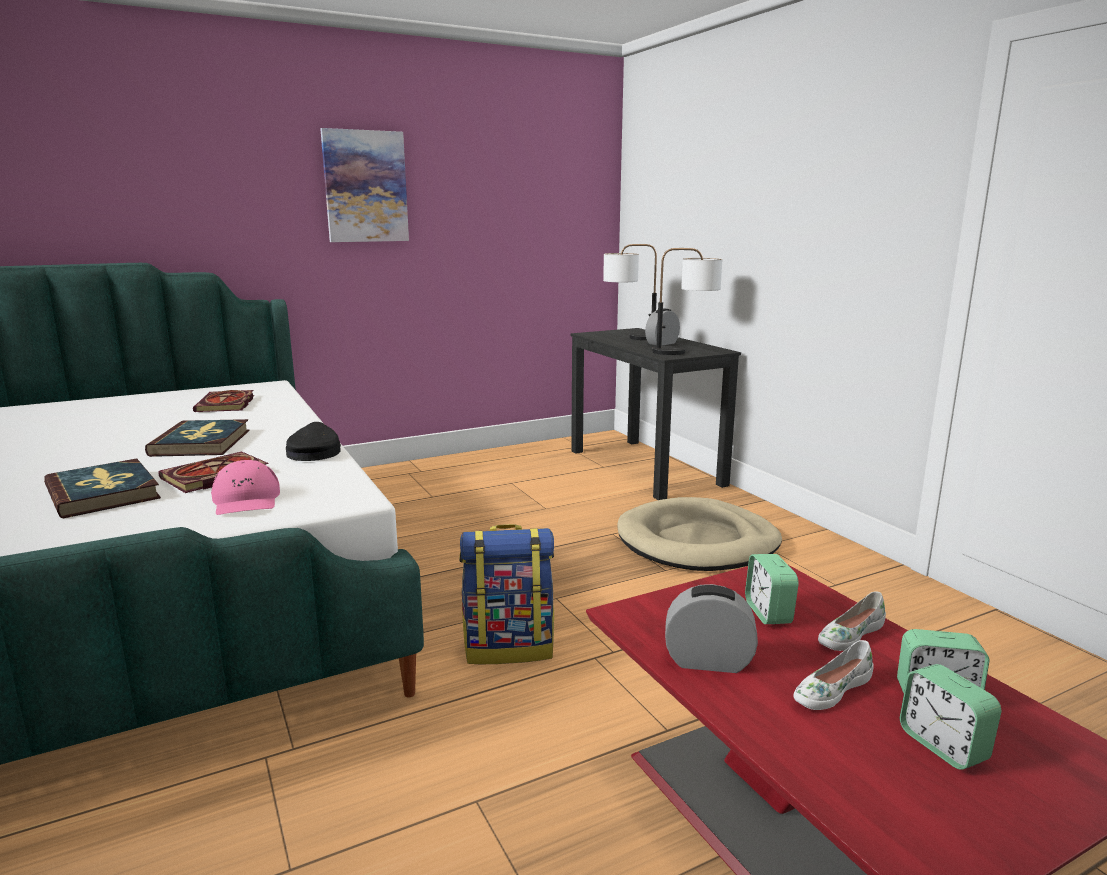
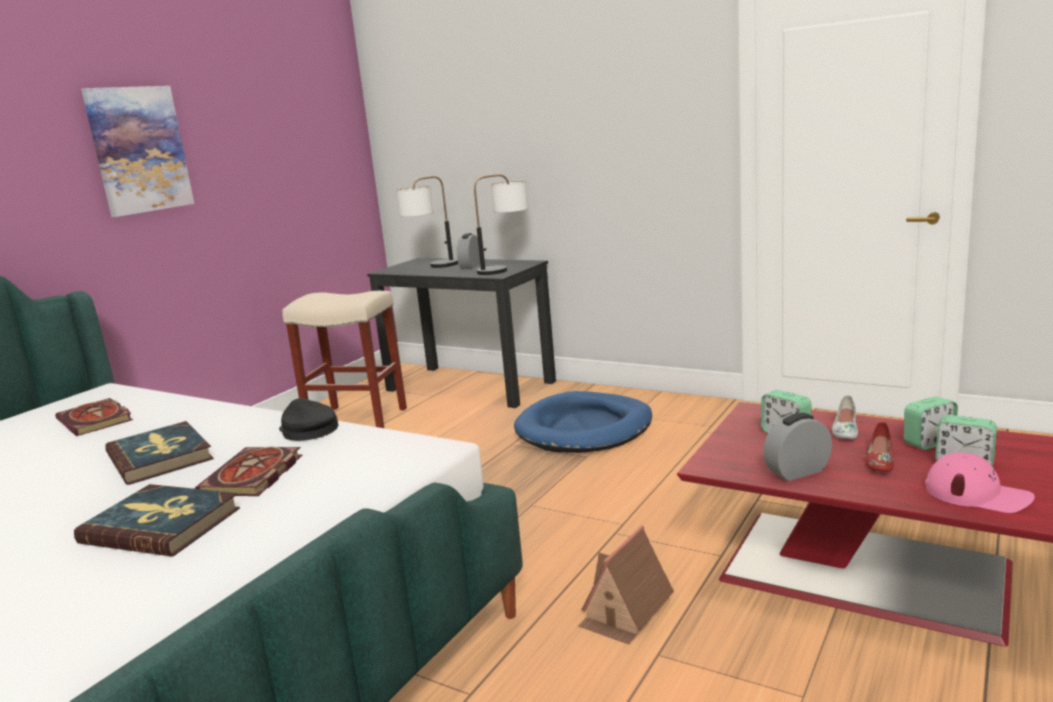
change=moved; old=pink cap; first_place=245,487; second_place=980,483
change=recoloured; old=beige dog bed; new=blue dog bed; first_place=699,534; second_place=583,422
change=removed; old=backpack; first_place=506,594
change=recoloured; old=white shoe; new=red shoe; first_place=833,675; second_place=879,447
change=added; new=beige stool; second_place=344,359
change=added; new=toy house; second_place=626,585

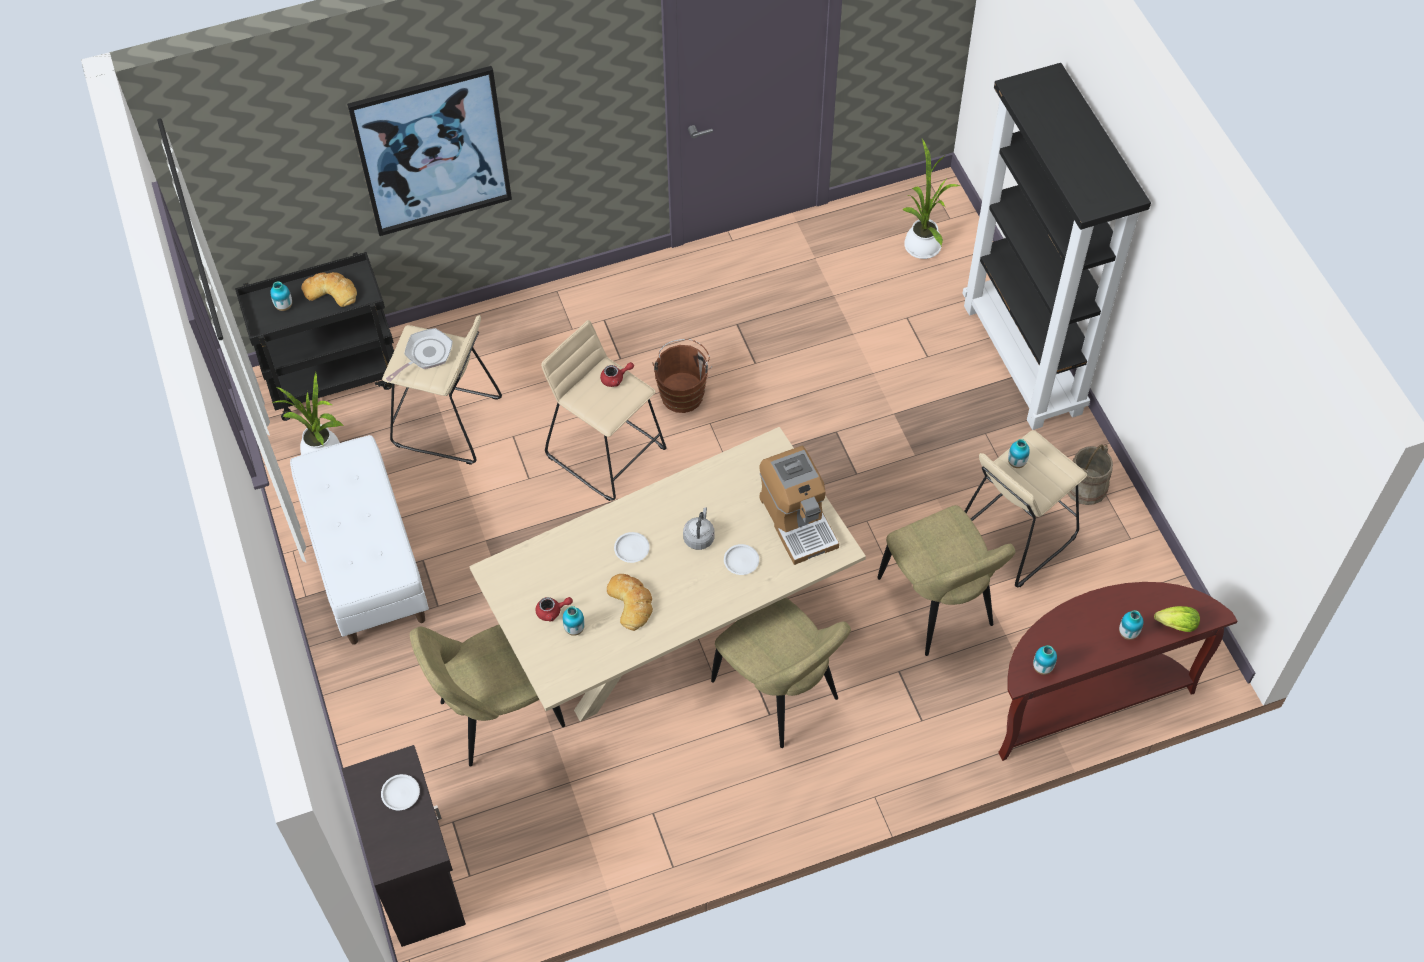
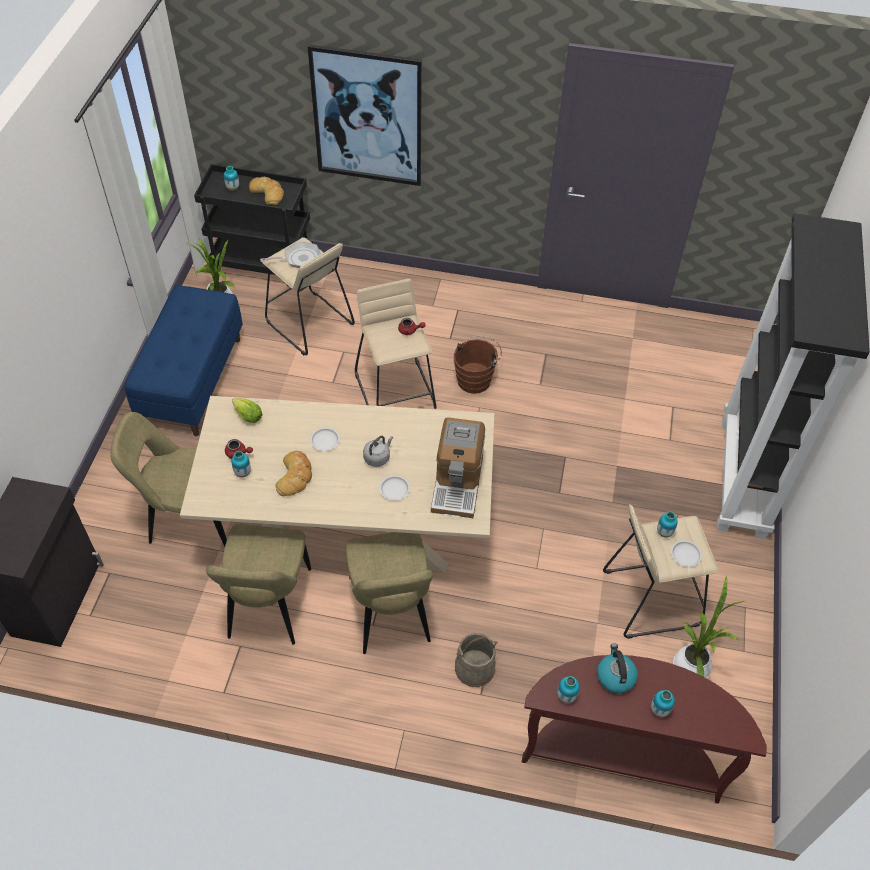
change=moved; old=potted plant; first_place=931,199; second_place=708,626
change=recoloured; old=white bench; new=blue bench; first_place=359,540; second_place=183,360
change=moved; old=beige bucket; first_place=1090,474; second_place=476,660
change=moved; old=beige chair; first_place=946,580; second_place=258,584
change=moved; old=lettuce; first_place=1177,619; second_place=247,410
change=moved; old=white plate; first_place=400,792; second_place=686,553
change=added; new=kettle; second_place=617,668

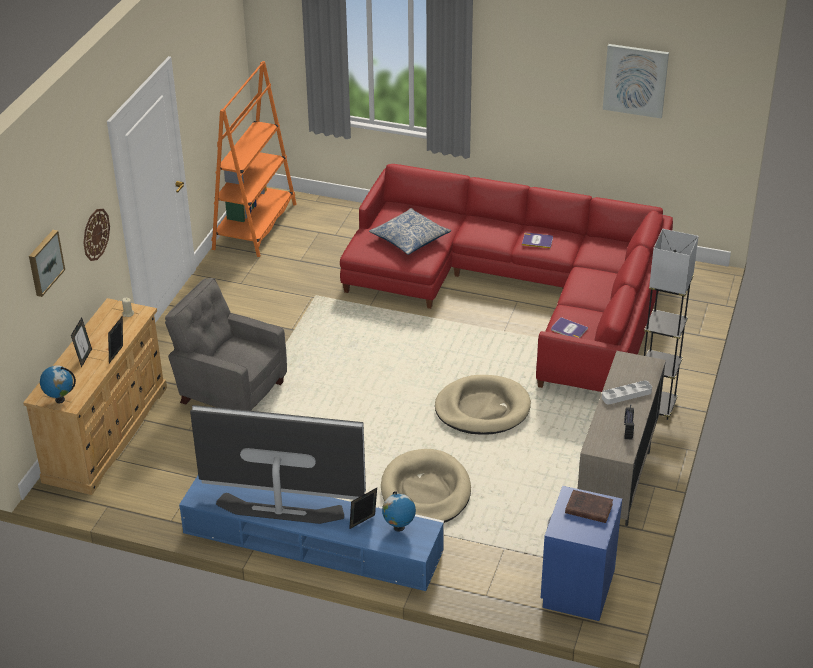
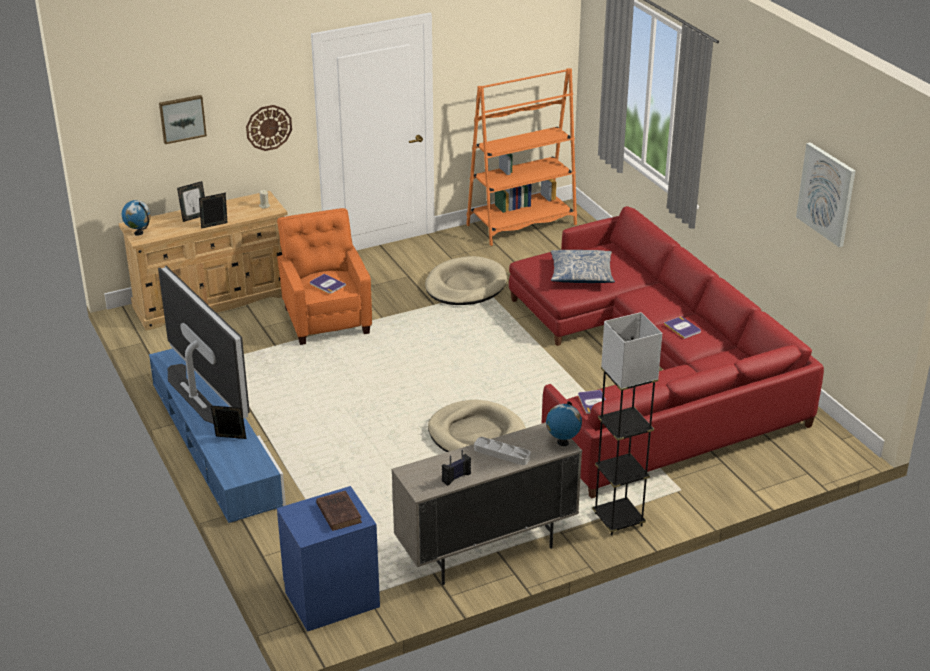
change=recoloured; old=grey armchair; new=orange armchair; first_place=226,344; second_place=324,276
change=moved; old=beige dog bed; first_place=426,486; second_place=466,280
change=moved; old=globe; first_place=399,511; second_place=564,423
change=added; new=book; second_place=328,284

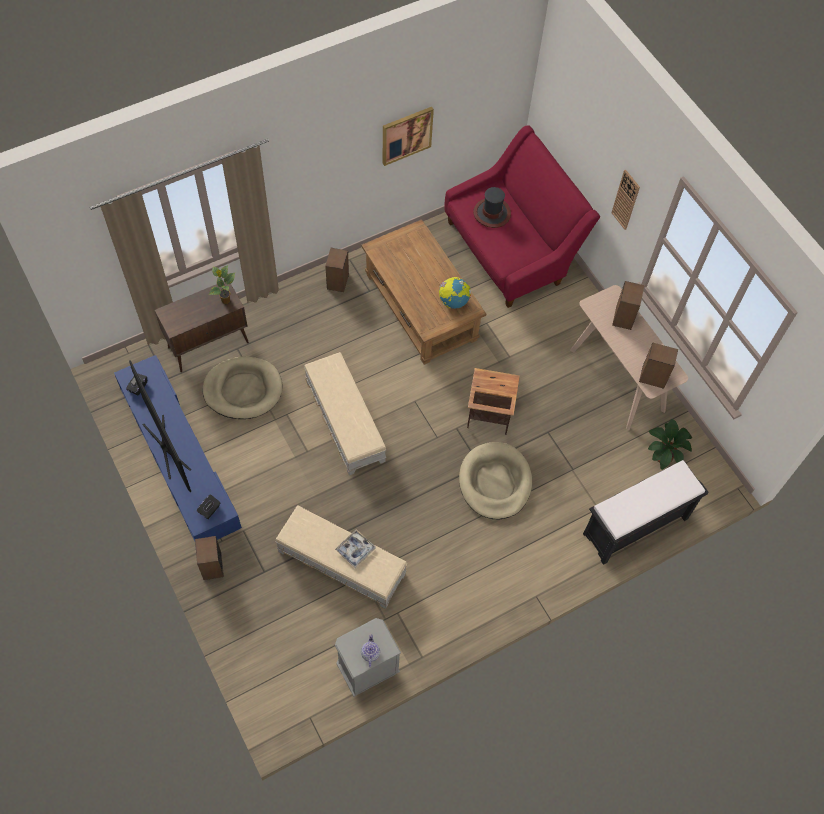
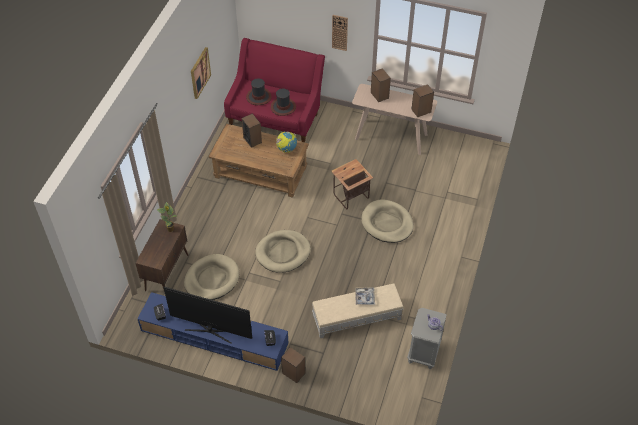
change=moved; old=speaker; first_place=337,270; second_place=252,130
change=replaced; old=beige ottoman; new=beige dog bed; first_place=345,414; second_place=283,251
change=removed; old=potted plant; first_place=670,444
change=removed; old=black bench; first_place=646,512
change=added; new=hat; second_place=283,102

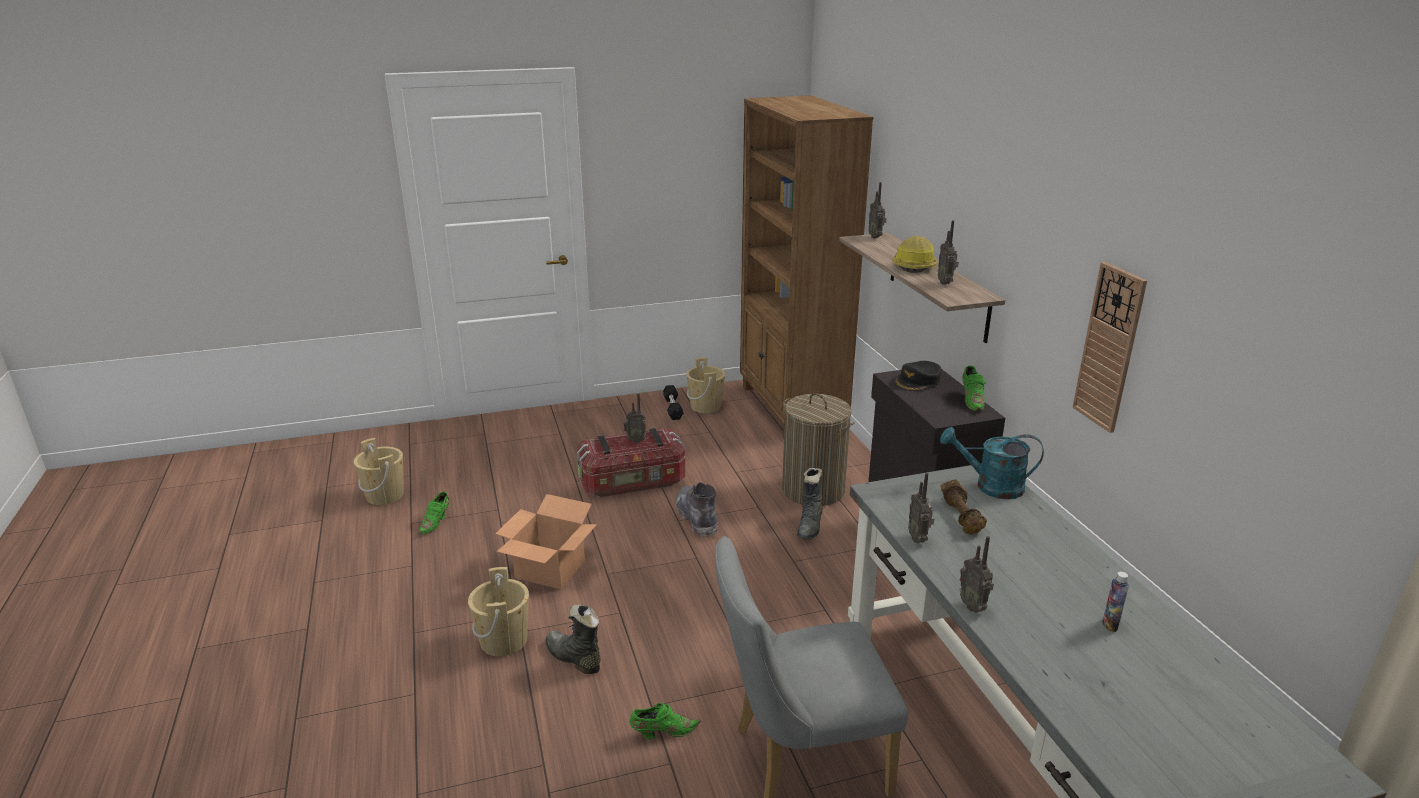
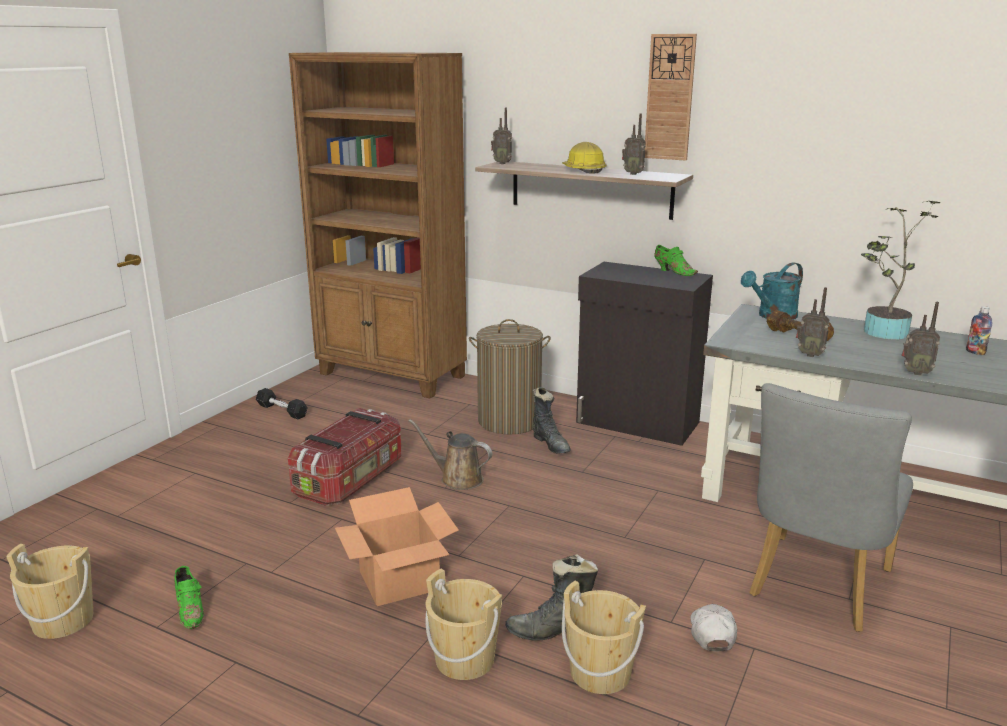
change=moved; old=wall clock; first_place=1109,347; second_place=671,97
change=moved; old=beige bucket; first_place=705,385; second_place=604,637
change=removed; old=black cap; first_place=917,376
change=removed; old=radio; first_place=634,418
change=replaced; old=grey boot; new=brown watering can; first_place=697,509; second_place=450,454
change=replaced; old=green shoe; new=white cap; first_place=665,721; second_place=713,627
change=added; new=potted plant; second_place=901,270

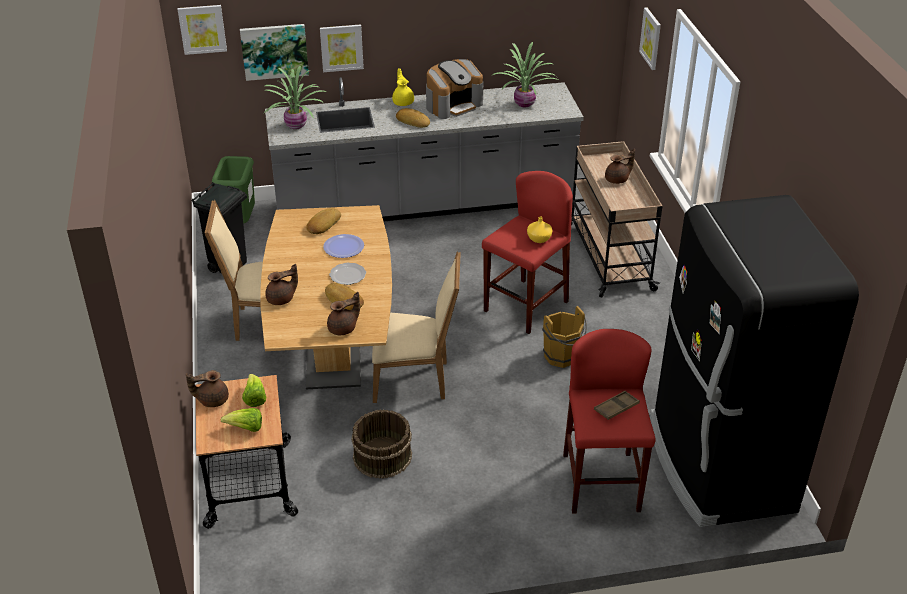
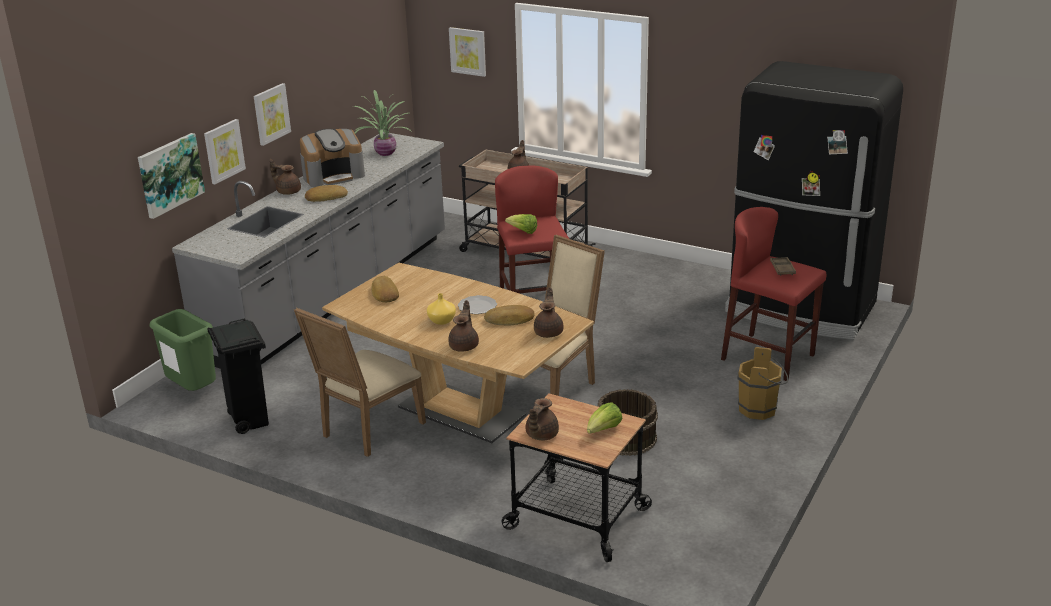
change=moved; old=picture; first_place=202,30; second_place=272,114
change=turned; old=coffee machine; first_place=454,89; second_place=332,158; degrees=60
change=removed; old=potted plant; first_place=295,97
change=recoloured; old=yellow teapot; new=brown teapot; first_place=403,87; second_place=285,177
change=moved; old=yellow vase; first_place=539,229; second_place=441,309
change=removed; old=plate; first_place=343,246
change=moved; old=brown bucket; first_place=564,337; second_place=762,383
change=moved; old=lettuce; first_place=254,390; second_place=521,224

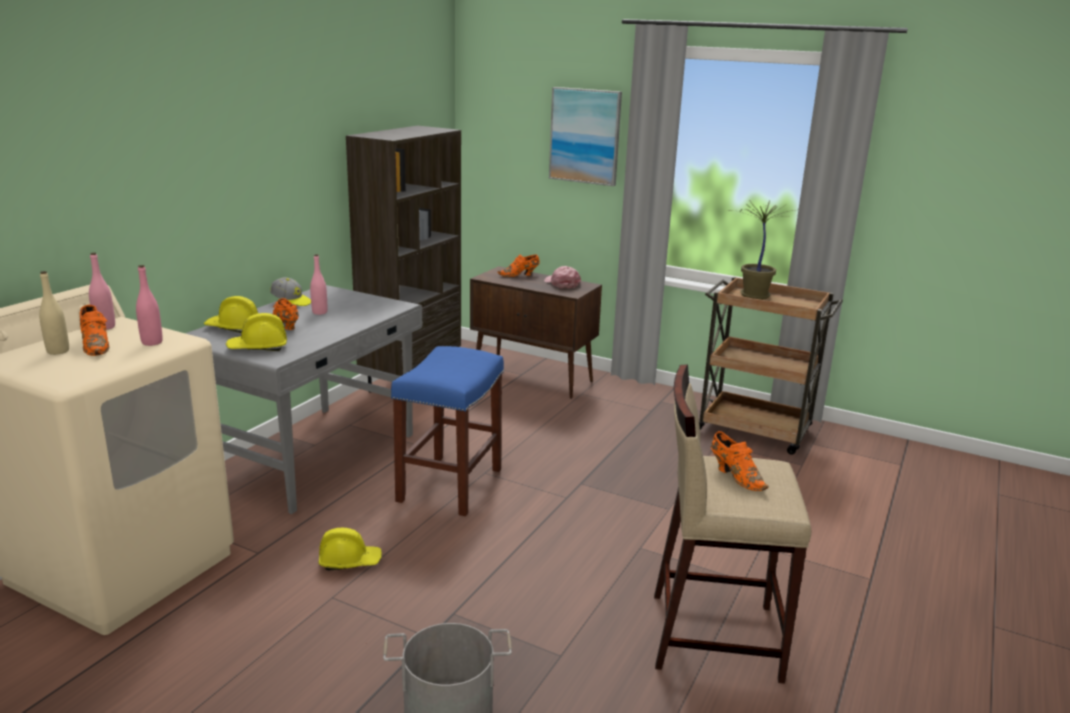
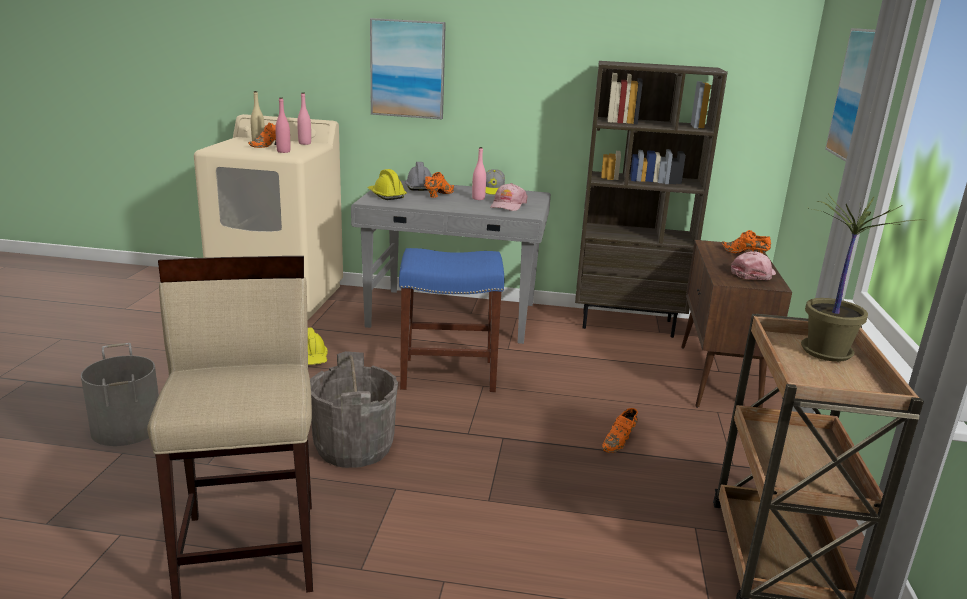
change=recoloured; old=yellow hard hat; new=grey hard hat; first_place=231,314; second_place=418,176
change=moved; old=orange shoe; first_place=740,461; second_place=620,430
change=added; new=picture; second_place=408,68
change=added; new=pink cap; second_place=509,197
change=added; new=grey bucket; second_place=354,409

